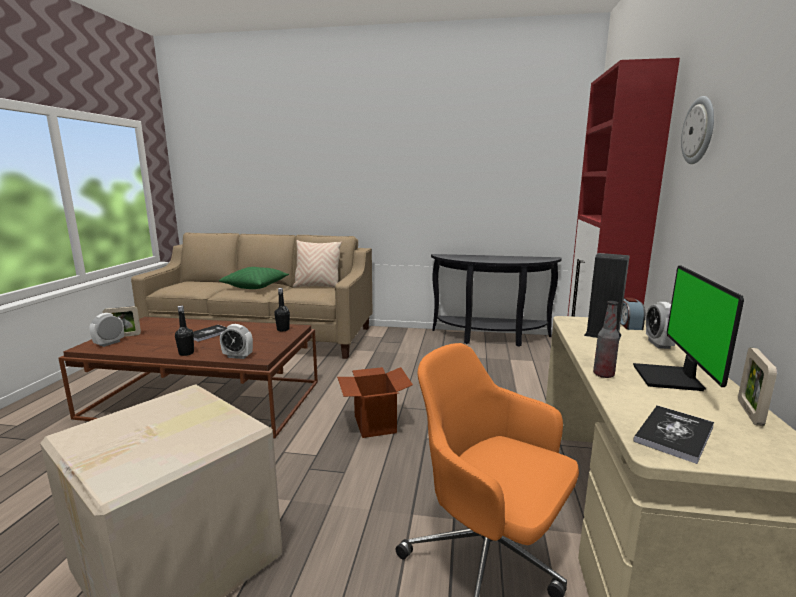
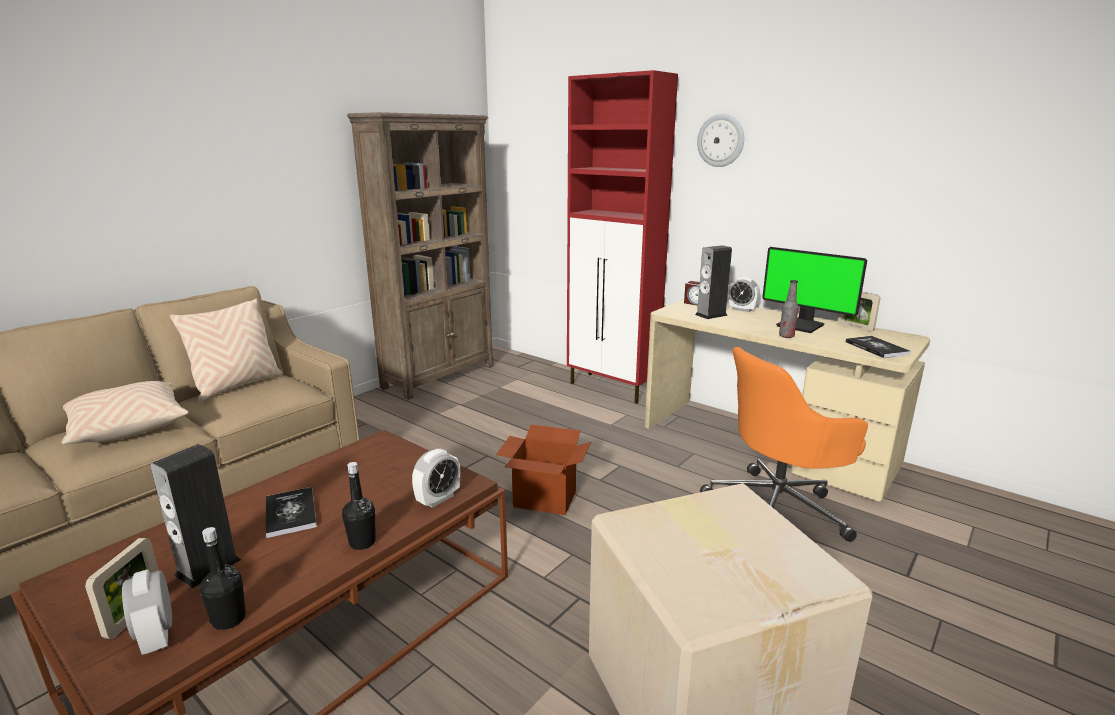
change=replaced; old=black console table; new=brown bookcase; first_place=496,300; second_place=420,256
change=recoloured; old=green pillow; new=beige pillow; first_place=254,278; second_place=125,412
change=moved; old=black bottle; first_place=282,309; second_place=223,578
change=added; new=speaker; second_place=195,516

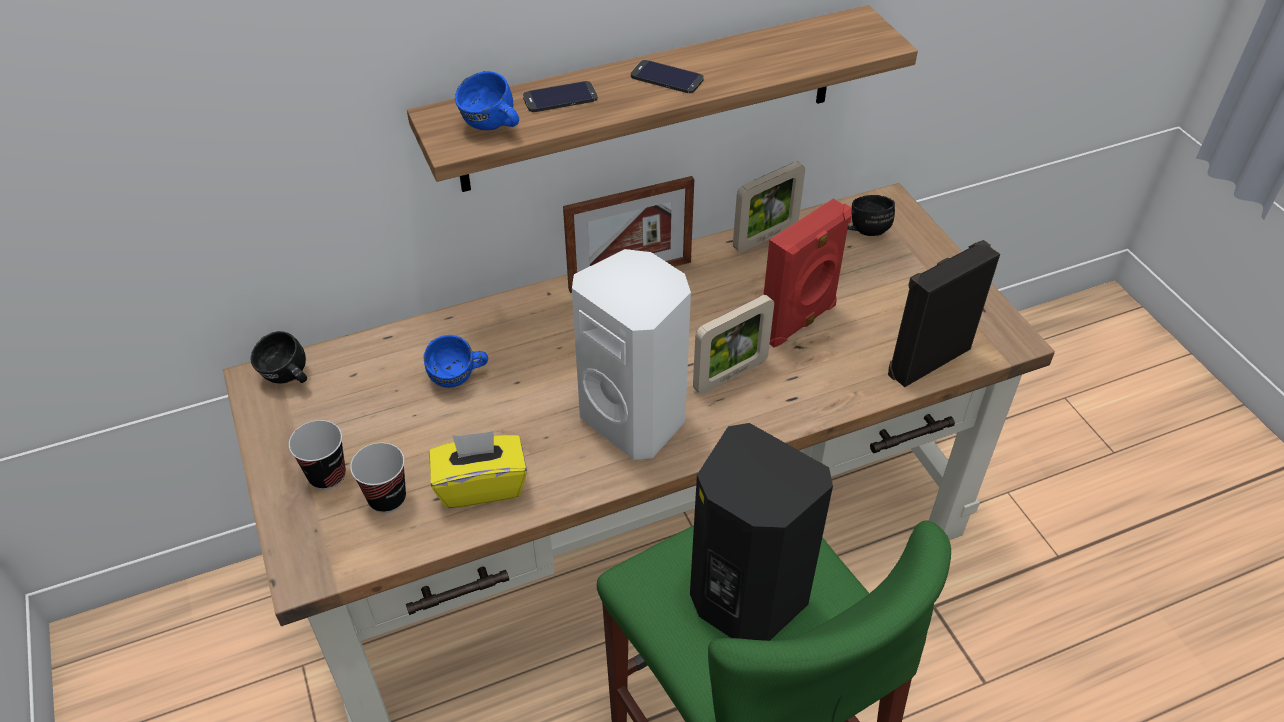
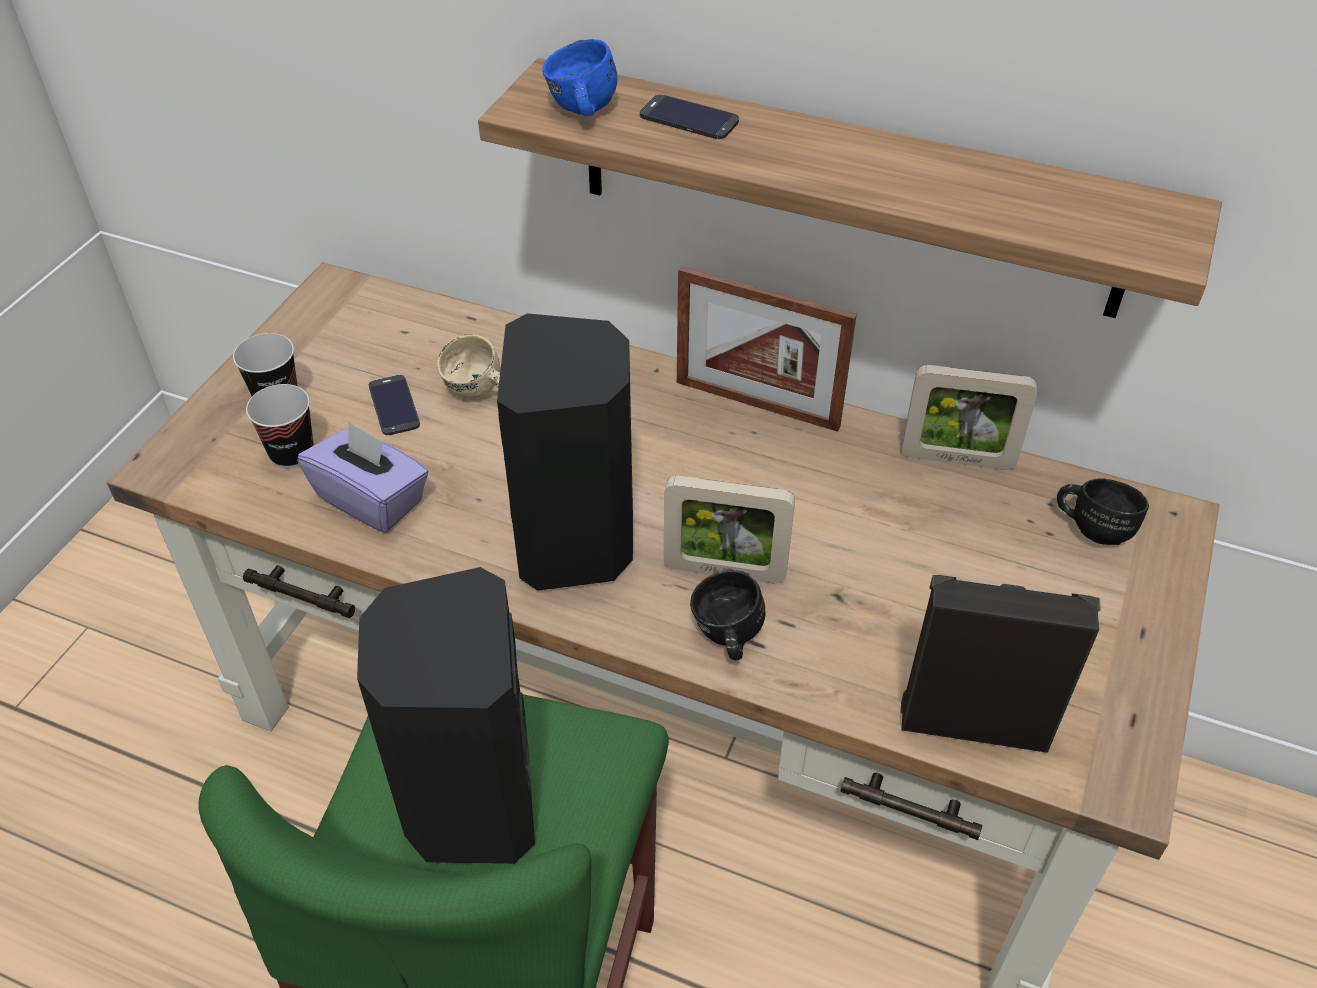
change=moved; old=phone; first_place=667,76; second_place=394,405
change=removed; old=red speaker; first_place=808,272
change=recoloured; old=white speaker; new=black speaker; first_place=631,354; second_place=565,452
change=moved; old=black mug; first_place=279,357; second_place=727,614
change=recoloured; old=blue mug; new=beige mug; first_place=456,361; second_place=469,366
change=recoloured; old=yellow tissue box; new=purple tissue box; first_place=478,469; second_place=363,477

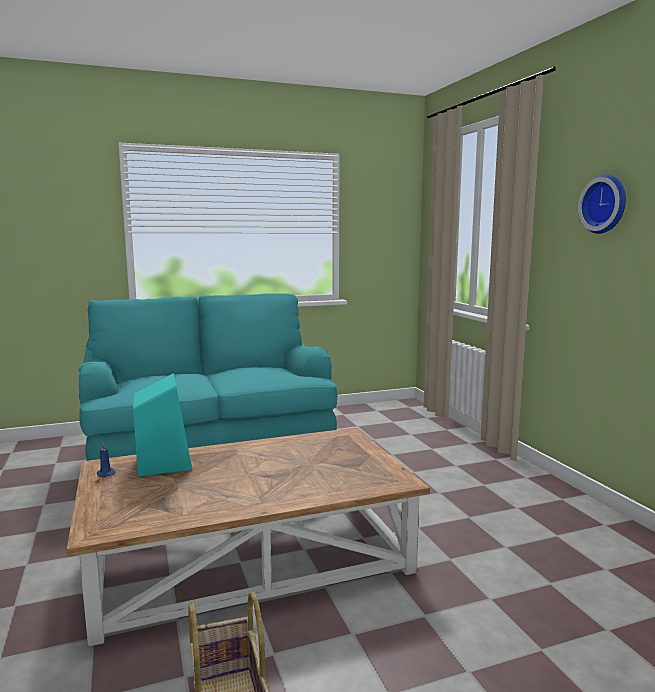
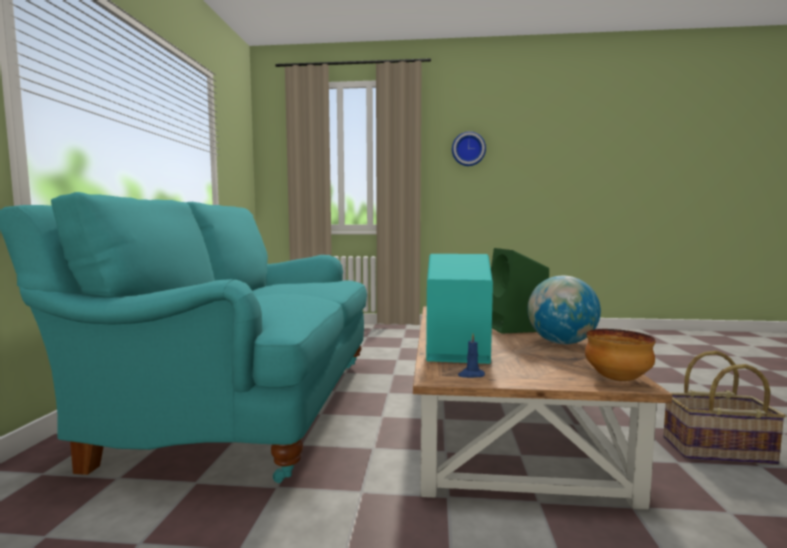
change=added; new=green speaker; second_place=520,291
change=added; new=globe; second_place=564,310
change=added; new=bowl; second_place=620,355

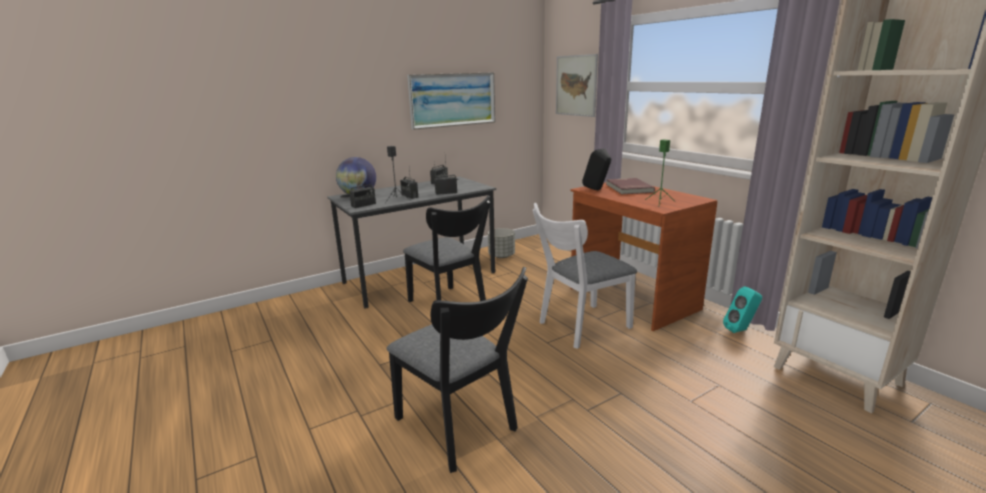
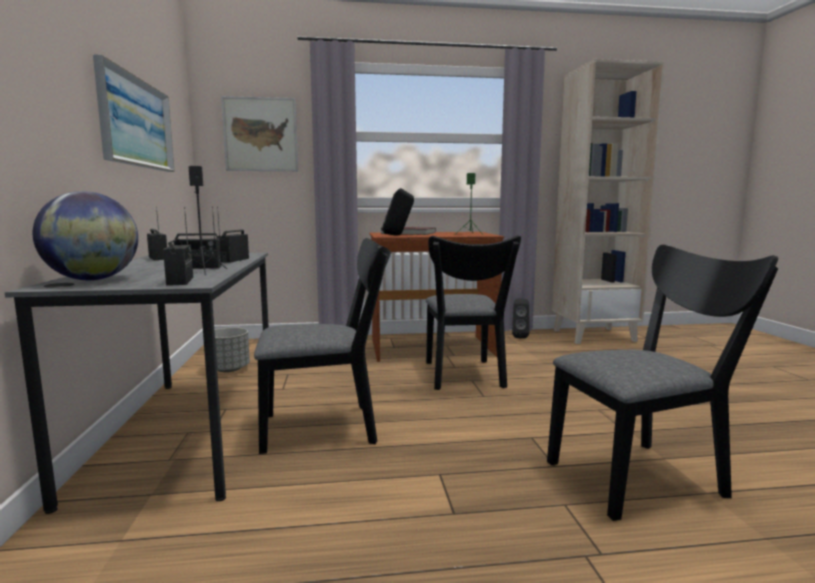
change=recoloured; old=white chair; new=black chair; first_place=584,276; second_place=473,312
change=recoloured; old=turquoise speaker; new=black speaker; first_place=742,310; second_place=520,318

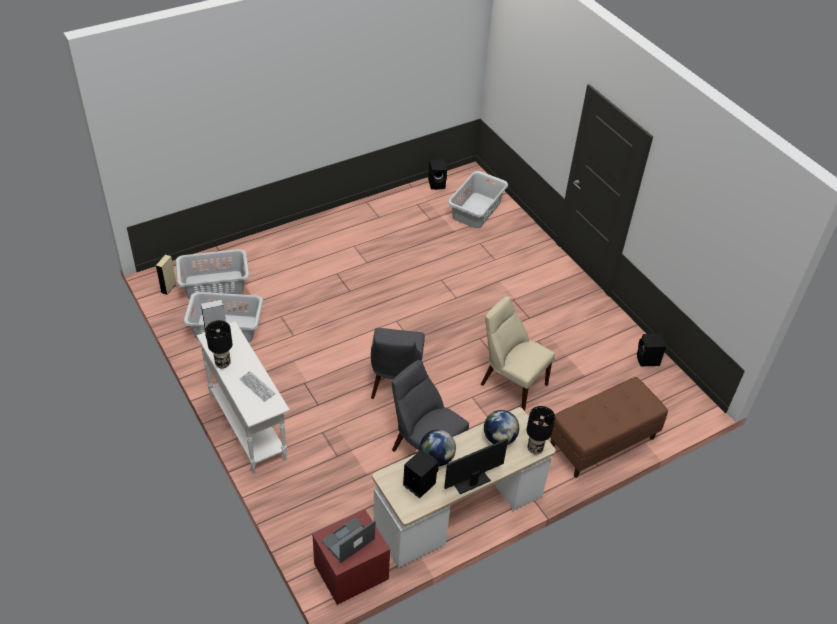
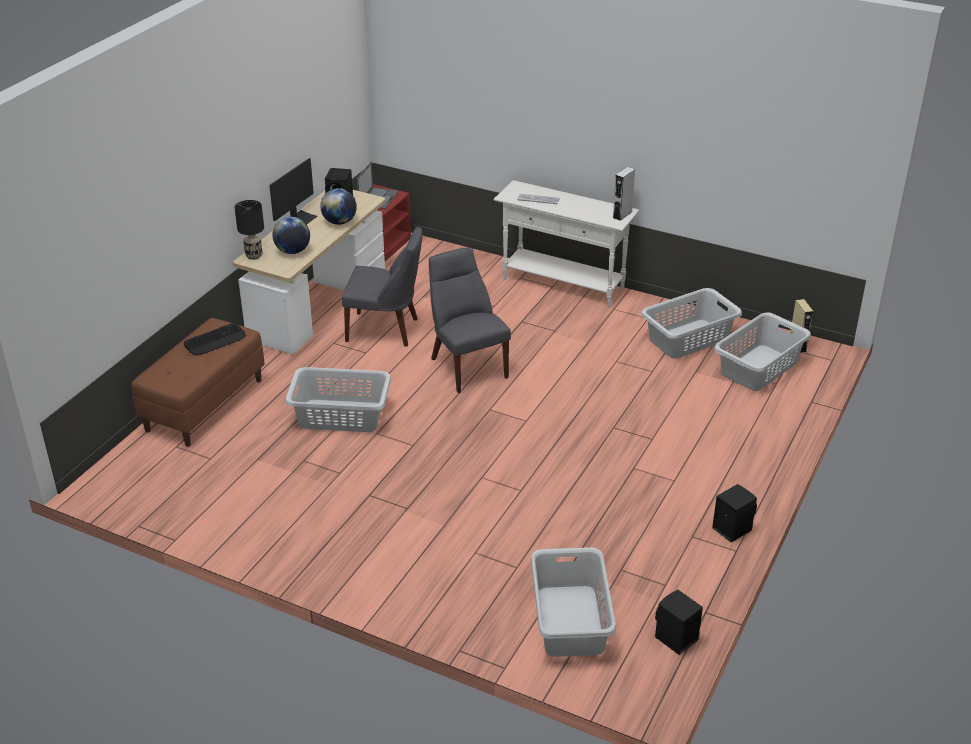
change=replaced; old=beige chair; new=grey laundry basket; first_place=517,353; second_place=338,399
change=removed; old=black table lamp; first_place=219,344
change=moved; old=black speaker; first_place=651,350; second_place=734,513
change=added; new=keyboard; second_place=215,339

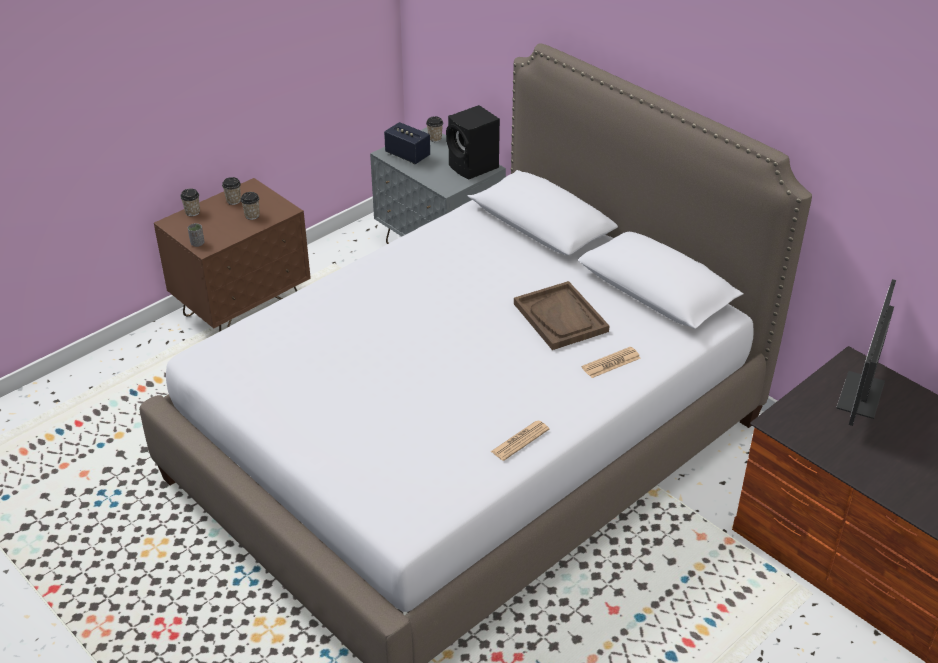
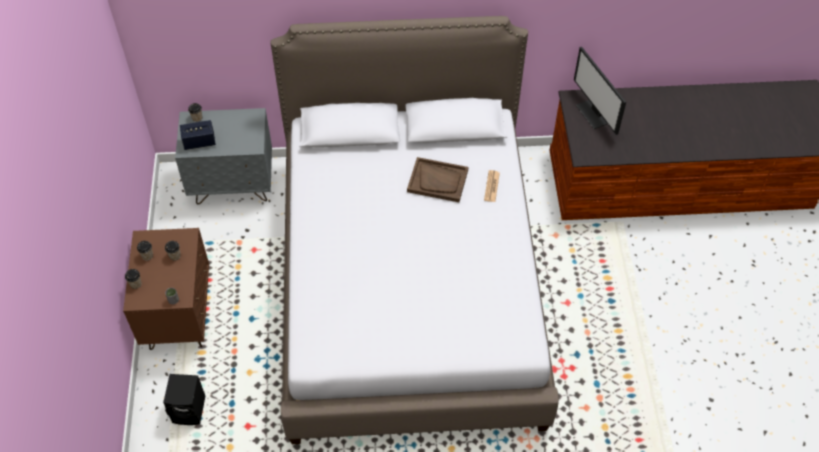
change=moved; old=black speaker; first_place=473,142; second_place=184,399
change=removed; old=newspaper; first_place=519,441

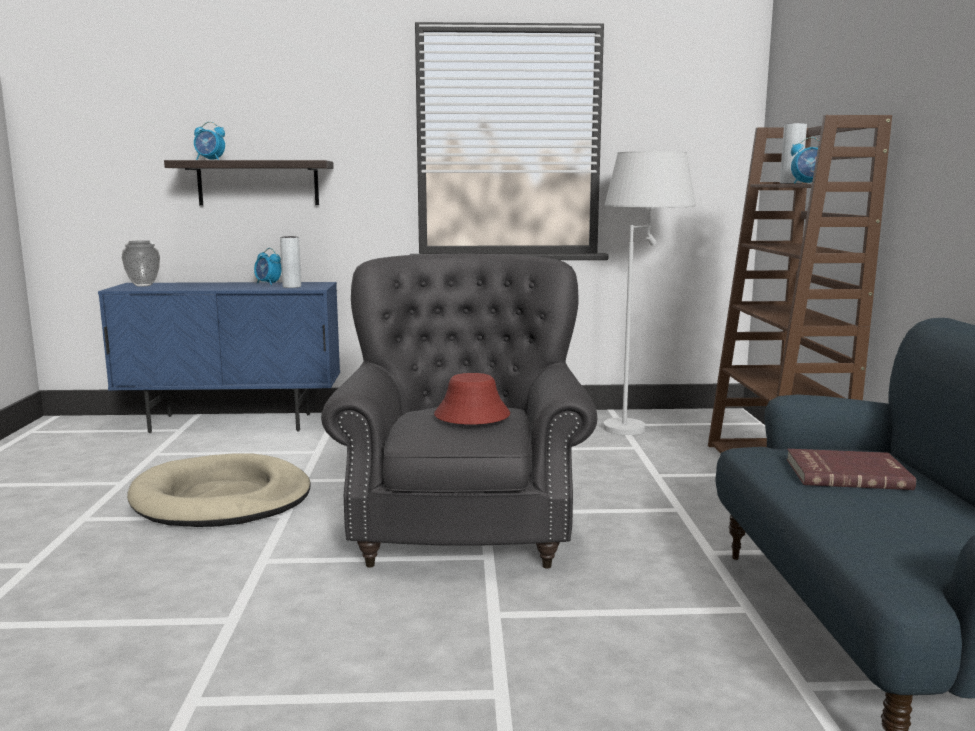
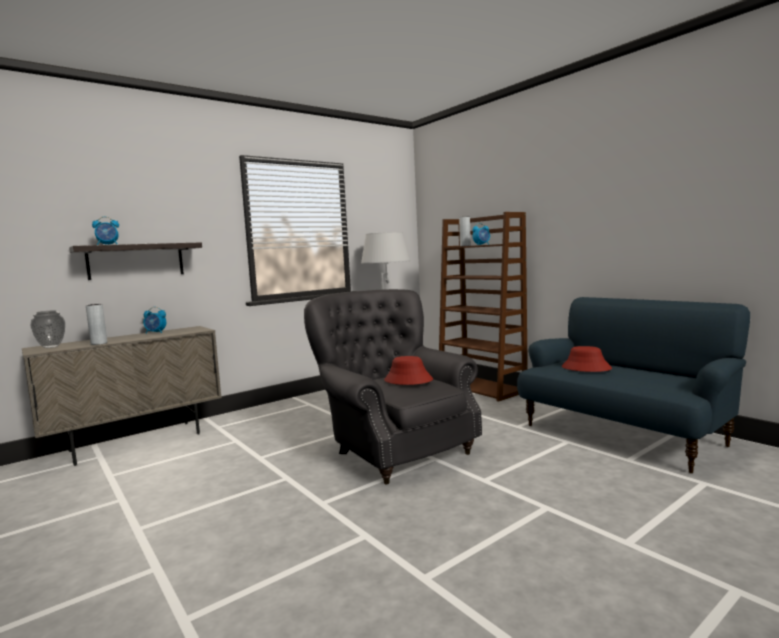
change=moved; old=grey vase; first_place=290,262; second_place=96,324
change=recoloured; old=blue cabinet; new=beige cabinet; first_place=219,357; second_place=122,396
change=replaced; old=red book; new=red hat; first_place=851,469; second_place=587,359
change=removed; old=beige dog bed; first_place=219,490

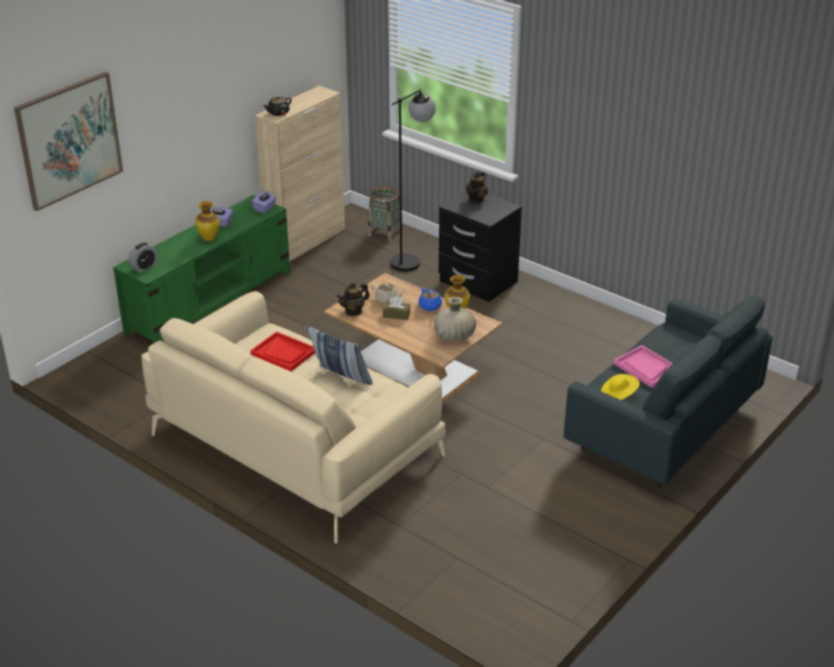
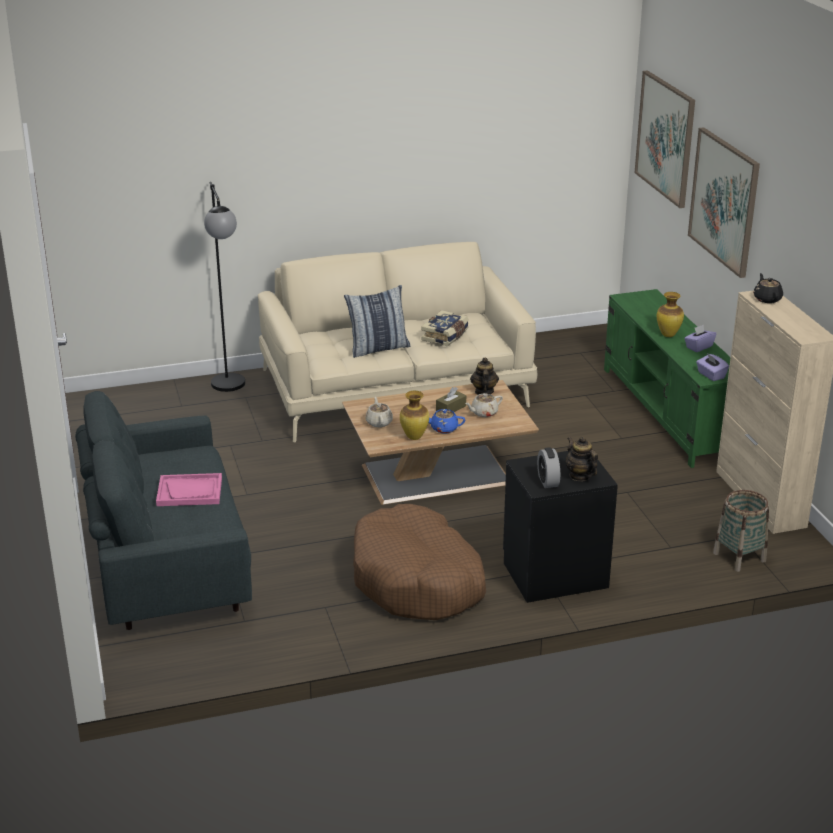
change=moved; old=black floor lamp; first_place=413,180; second_place=224,287
change=moved; old=alarm clock; first_place=143,257; second_place=548,467
change=replaced; old=beige vase; new=beige teapot; first_place=455,319; second_place=379,412
change=replaced; old=red tray; new=book; first_place=282,351; second_place=445,328
change=removed; old=yellow hat; first_place=620,387
change=added; new=picture; second_place=724,202
change=added; new=brown dog bed; second_place=419,562

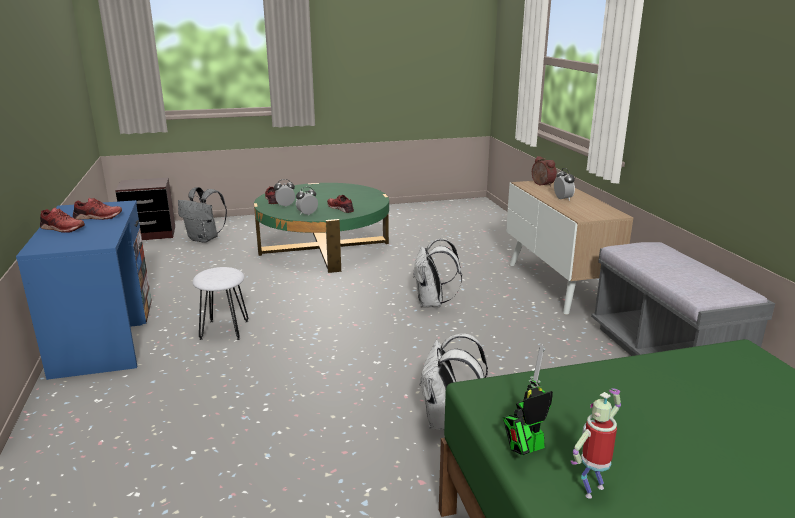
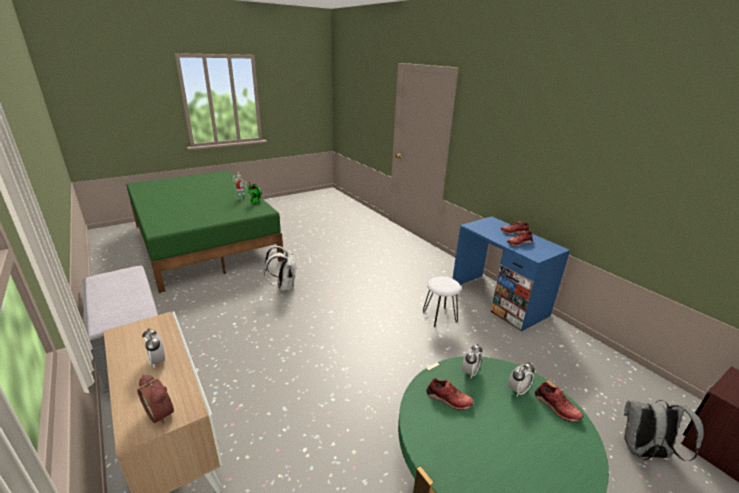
change=removed; old=white backpack; first_place=437,273

